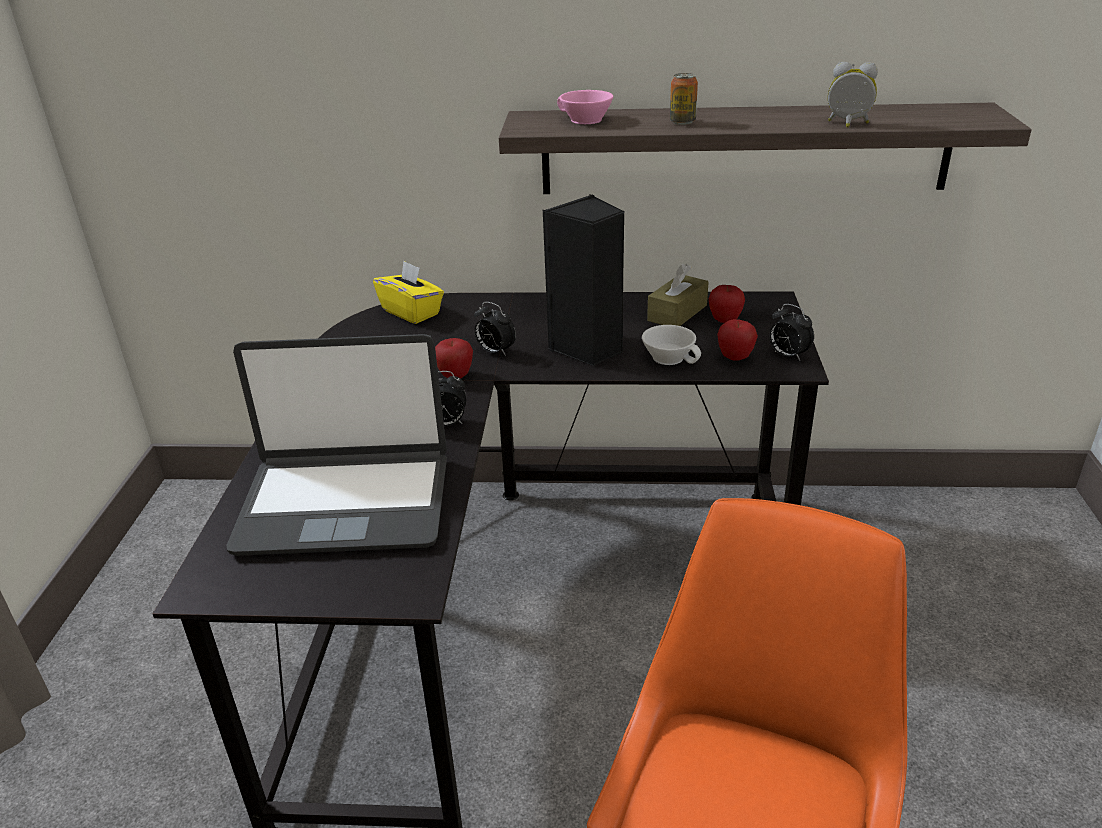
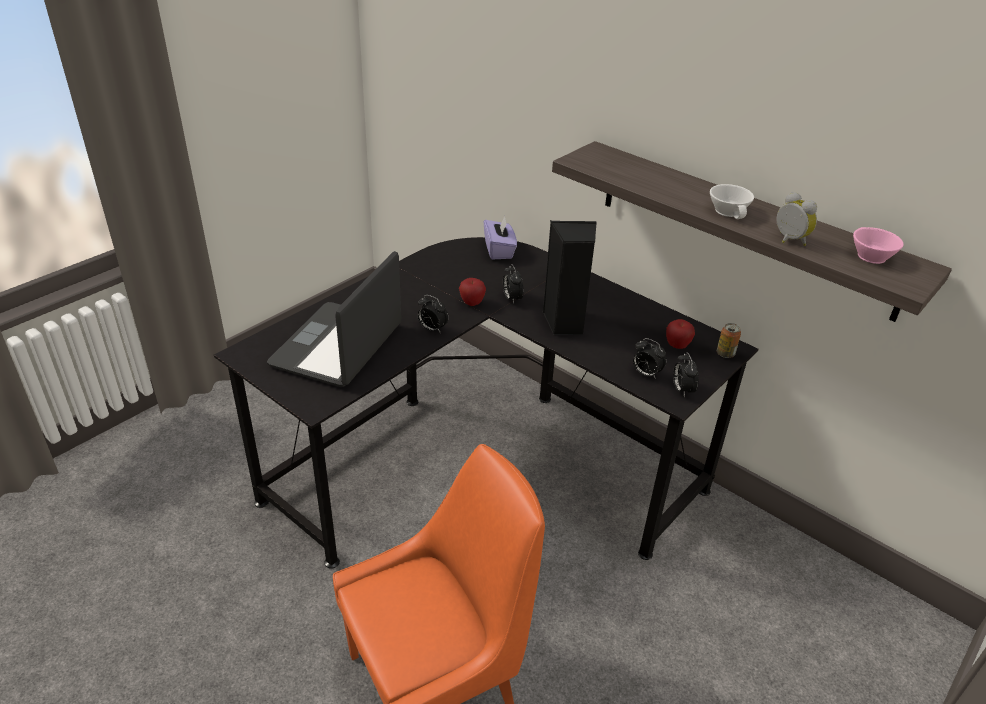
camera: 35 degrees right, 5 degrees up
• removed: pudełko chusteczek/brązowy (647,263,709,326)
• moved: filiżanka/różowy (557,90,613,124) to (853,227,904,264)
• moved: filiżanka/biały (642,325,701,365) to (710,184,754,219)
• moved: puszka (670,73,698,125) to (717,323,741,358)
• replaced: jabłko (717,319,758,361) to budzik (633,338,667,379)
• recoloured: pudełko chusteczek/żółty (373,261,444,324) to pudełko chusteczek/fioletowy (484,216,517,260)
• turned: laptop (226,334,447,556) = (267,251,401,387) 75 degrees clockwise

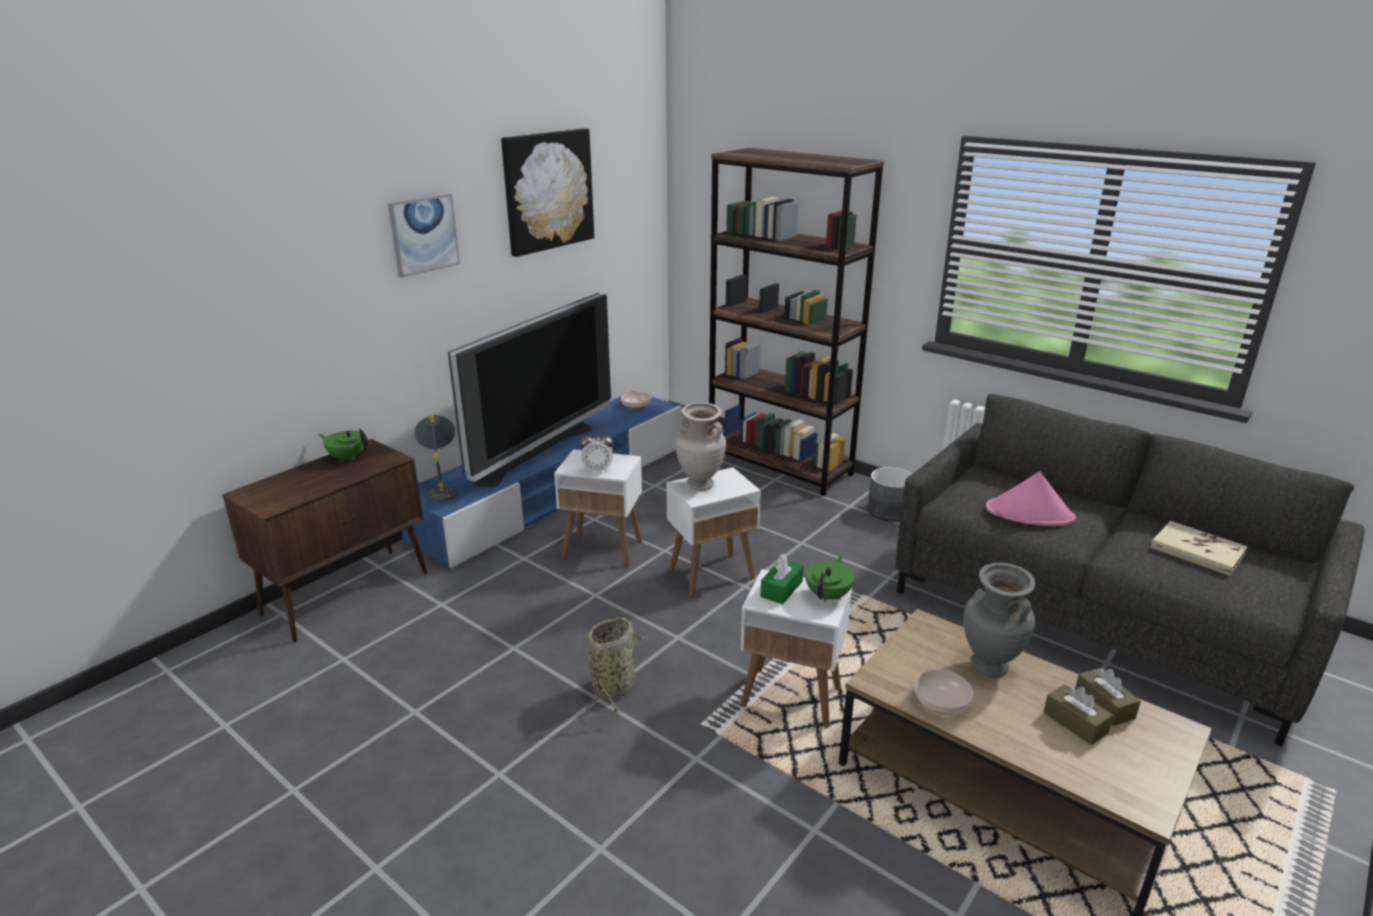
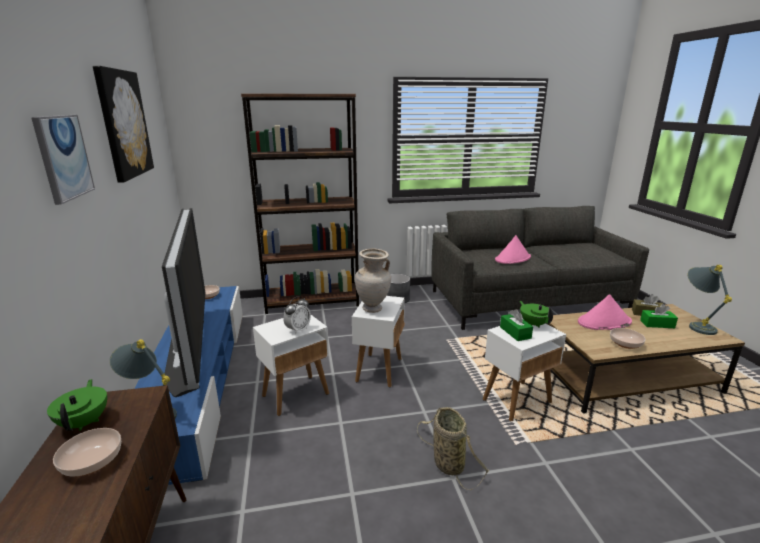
camera: 50 degrees left, 5 degrees down
• removed: książka/beżowy (1151,521,1248,576)
• added: miska (53,428,121,476)
• added: lampa stołowa/szary (688,265,732,335)
• replaced: wazon/szary (963,563,1035,678) to kapelusz/różowy (578,294,632,330)
• recoloured: pudełko chusteczek/brązowy (1044,684,1114,745) to pudełko chusteczek/zielony (640,304,678,328)
• turned: imbryk/zielony (319,429,368,462) = (47,379,107,431) 105 degrees clockwise

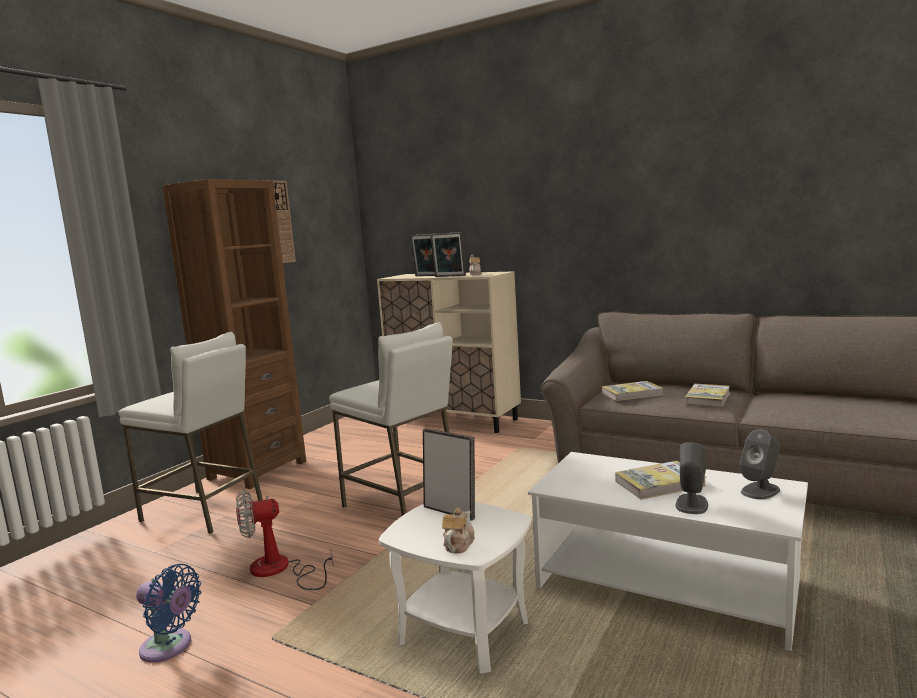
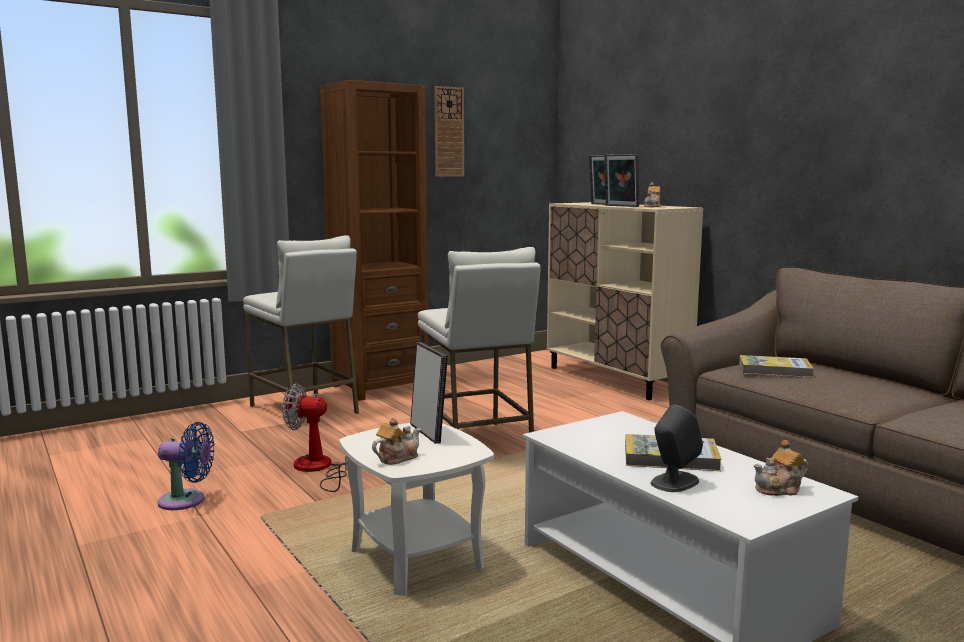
camera: 25 degrees right, 0 degrees up
• removed: książka (685,384,730,407)
• replaced: głośnik/szary (740,429,780,499) to imbryk (754,440,808,496)
• turned: wentylator/niebieski (136,564,201,663) = (158,422,215,510) 45 degrees counterclockwise

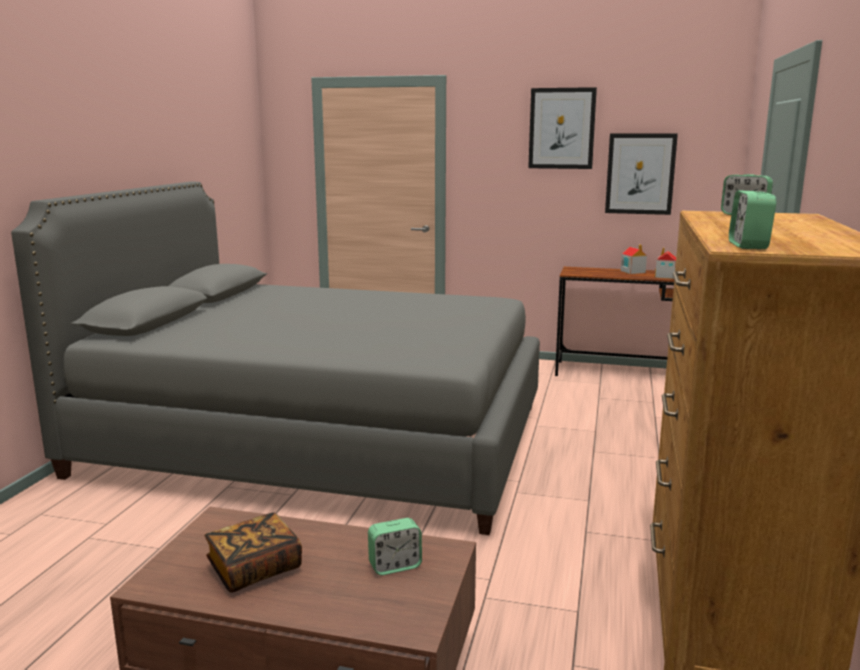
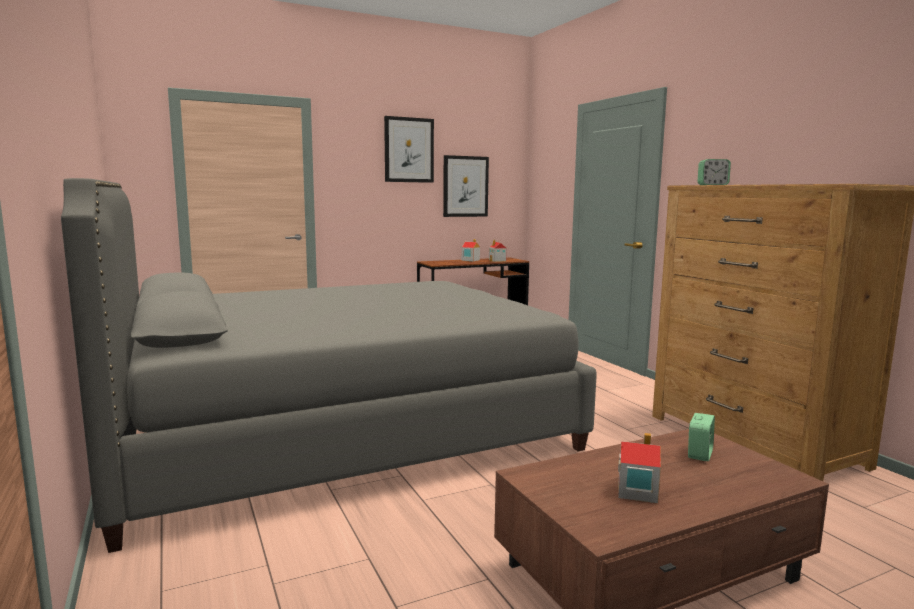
camera: 40 degrees left, 5 degrees down
• removed: budzik (729,190,776,249)
• replaced: książka (204,512,302,593) to domek (618,433,661,503)

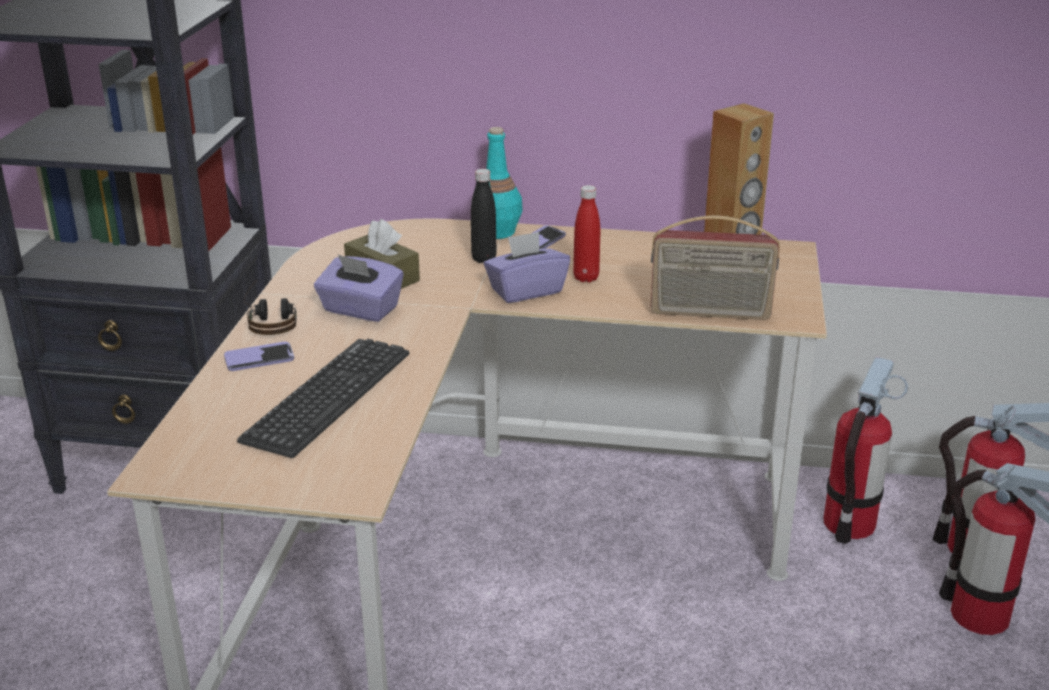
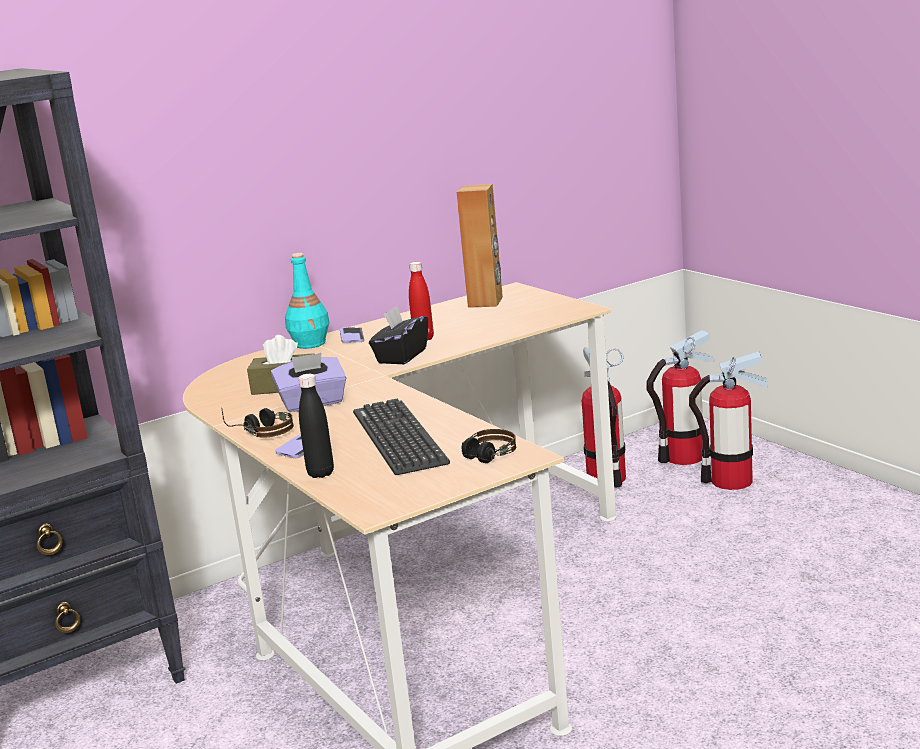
camera: 40 degrees left, 10 degrees down
• removed: radio (651,216,780,320)
• added: słuchawki (461,429,516,463)
• moved: butelka/czarny (471,169,497,263) to (298,374,334,478)
• recoloured: pudełko chusteczek/fioletowy (484,232,570,303) to pudełko chusteczek/czarny (369,306,428,364)

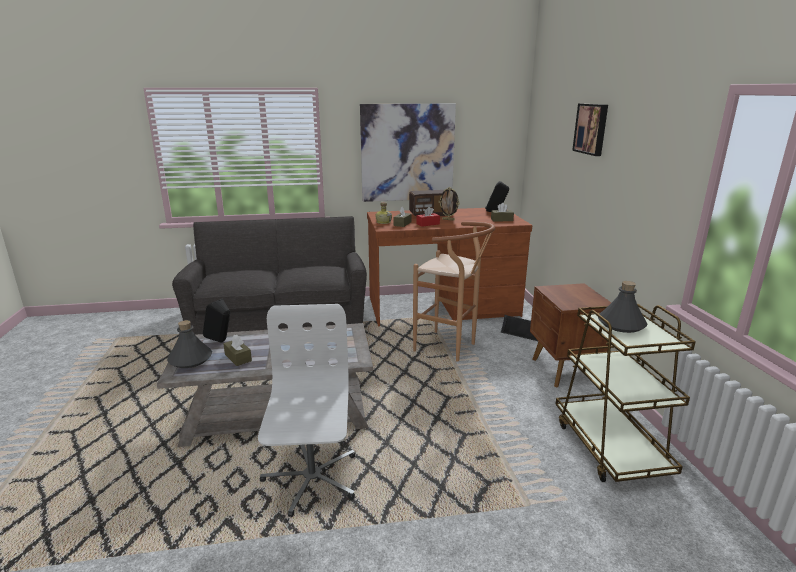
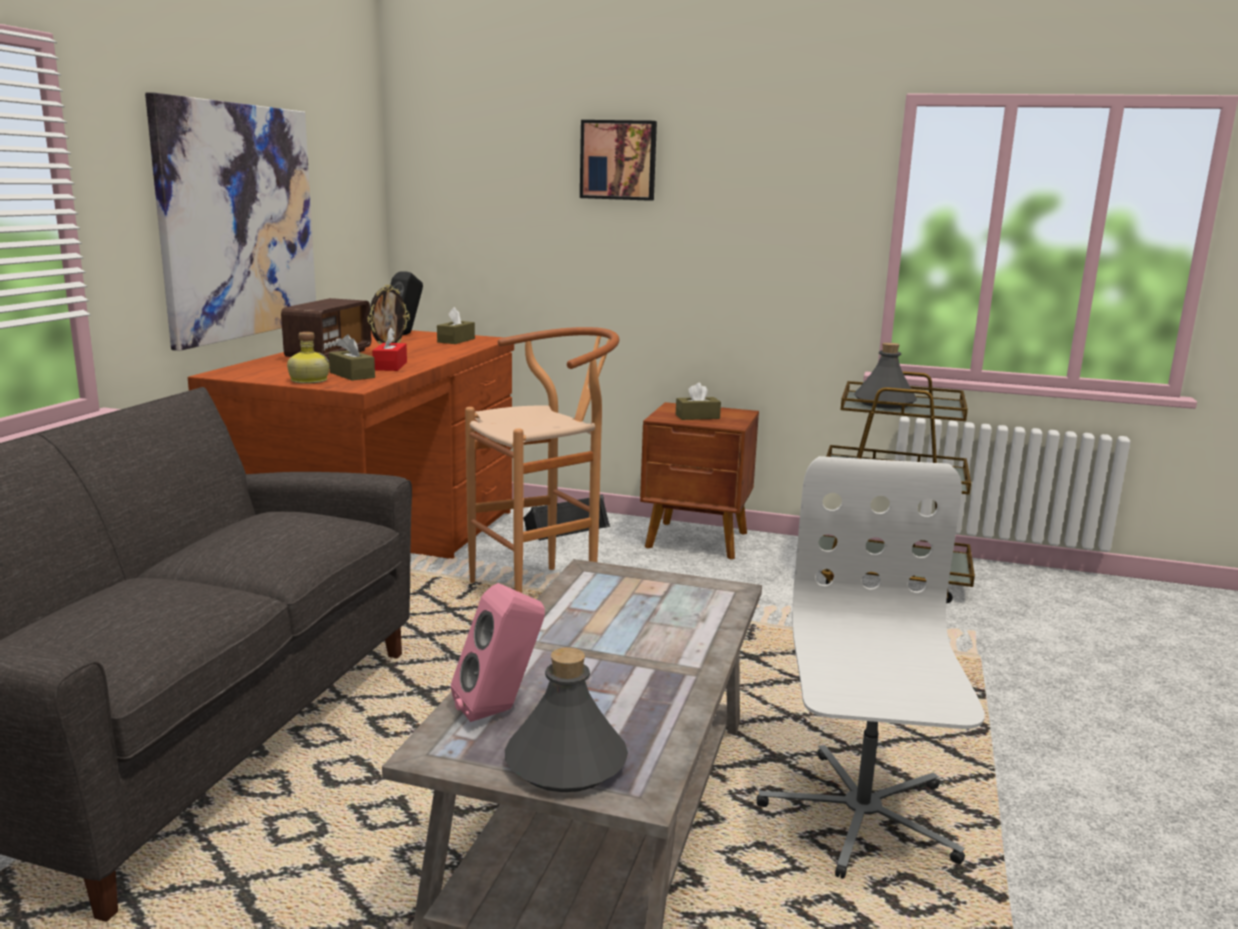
camera: 65 degrees left, 5 degrees down
• moved: pudełko chusteczek/brązowy (223,335,252,366) to (676,383,721,420)
• recoloured: głośnik/czarny (203,299,230,342) to głośnik/różowy (451,583,545,722)
• turned: krzesło biurowe/biały (258,304,355,517) = (757,456,985,878) 75 degrees clockwise

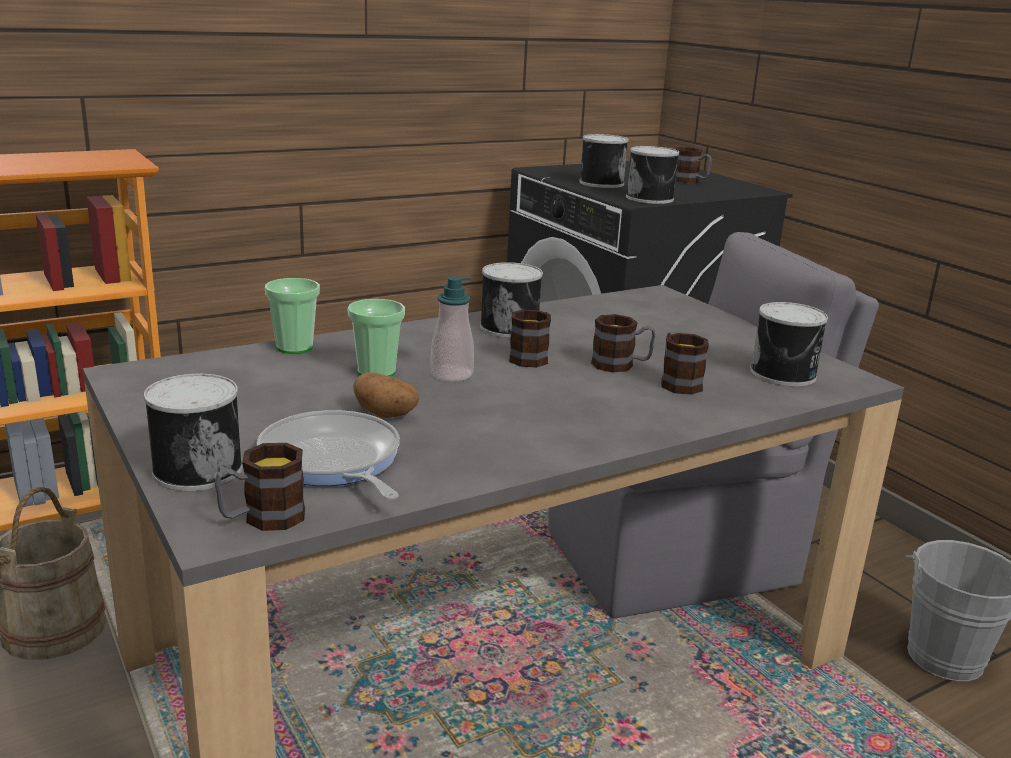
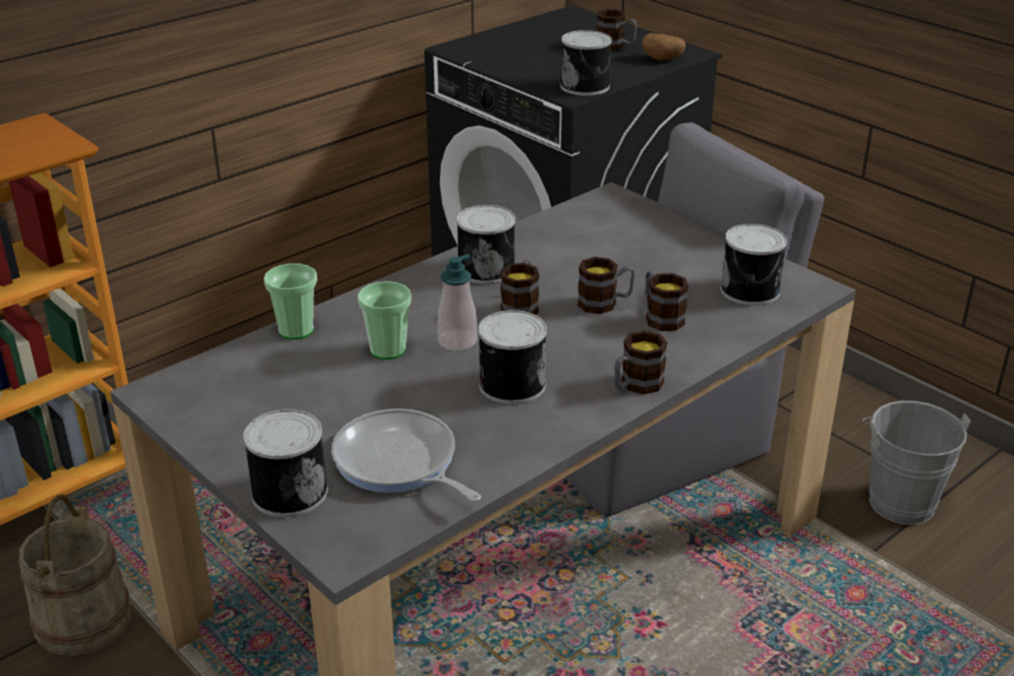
camera: 10 degrees left, 10 degrees up
• moved: kubek (214,443,305,531) to (615,330,668,394)
• moved: ziemniak (353,372,419,418) to (642,33,686,61)
• moved: puszka (579,134,628,188) to (478,310,547,404)

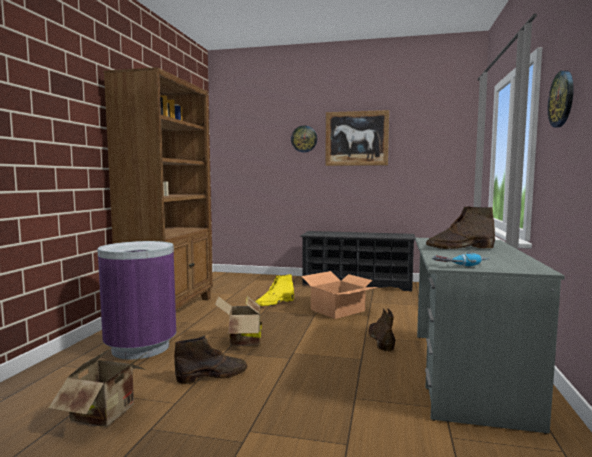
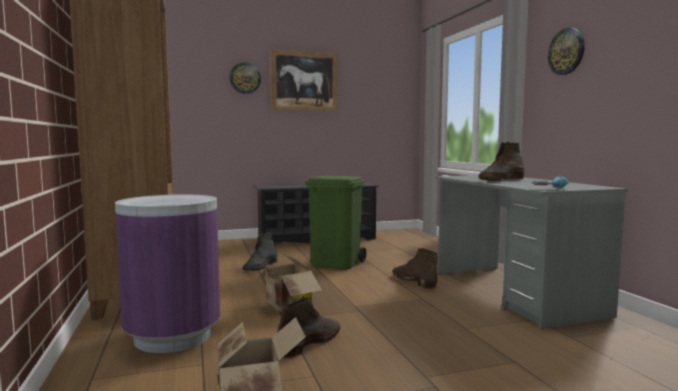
camera: 30 degrees left, 0 degrees up
• replaced: karton (301,271,377,319) to kosz na śmieci/zielony (306,176,366,269)
• recoloured: but z cholewką/żółty (256,274,294,306) to but z cholewką/czarny (243,232,277,271)

